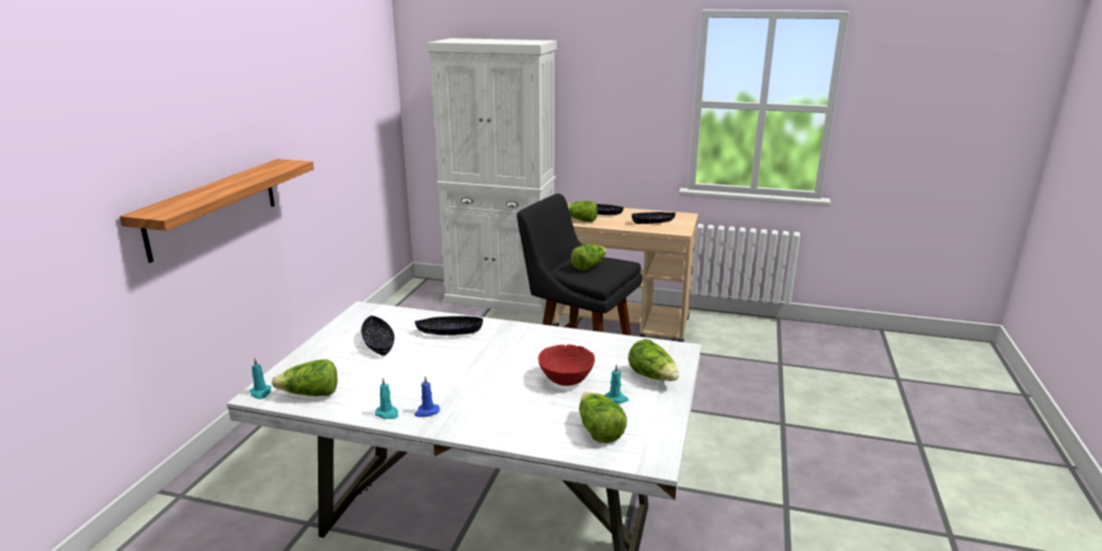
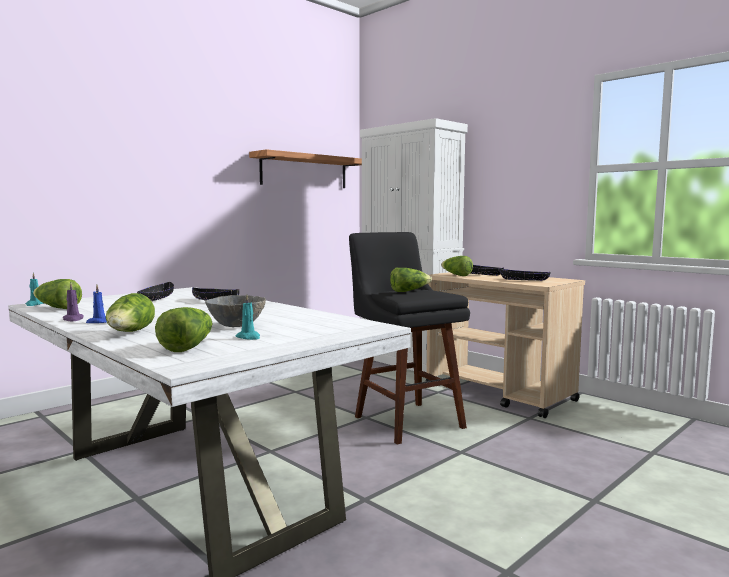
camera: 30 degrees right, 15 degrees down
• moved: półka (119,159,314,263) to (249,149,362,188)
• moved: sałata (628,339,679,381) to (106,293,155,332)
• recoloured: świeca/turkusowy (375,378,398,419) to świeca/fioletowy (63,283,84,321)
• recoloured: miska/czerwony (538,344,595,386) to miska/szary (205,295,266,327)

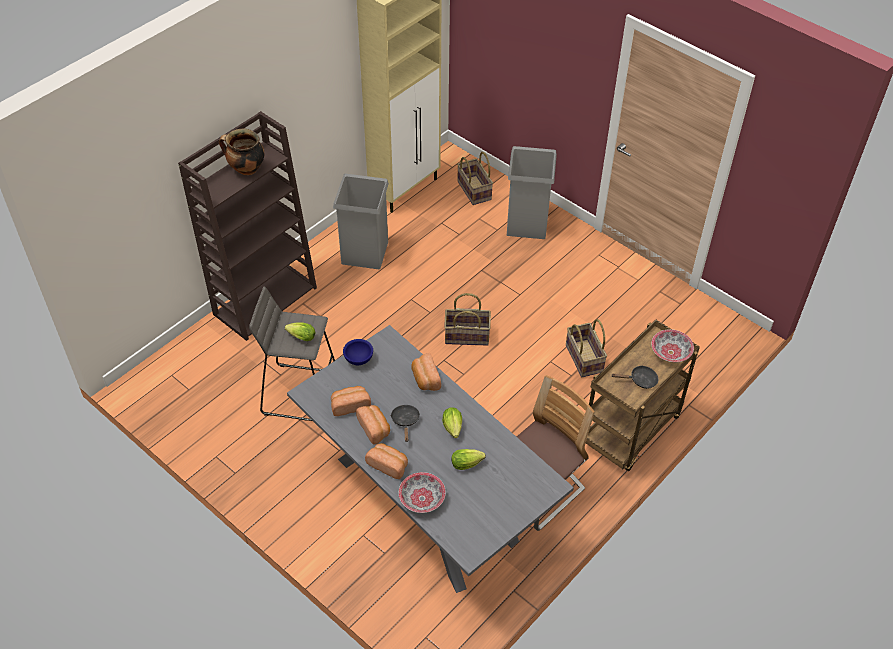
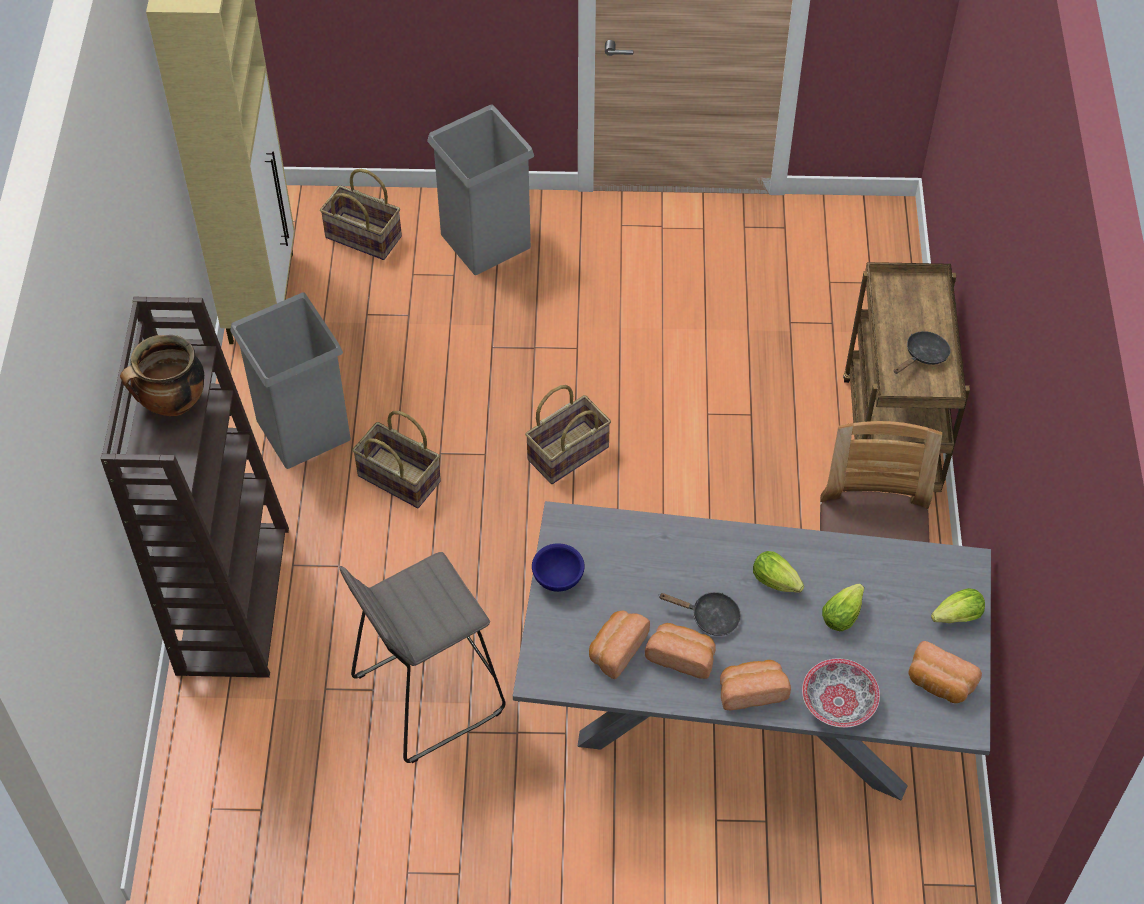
camera: 40 degrees left, 5 degrees up
• removed: miska (651,329,694,362)
• moved: sałata (285,322,315,341) to (931,588,985,623)
• moved: chleb (412,353,441,391) to (909,641,982,703)
• moved: koszyk (566,319,607,377) to (352,411,441,508)
• turned: patelnia/czarny (390,405,420,442) = (658,592,741,636) 150 degrees clockwise

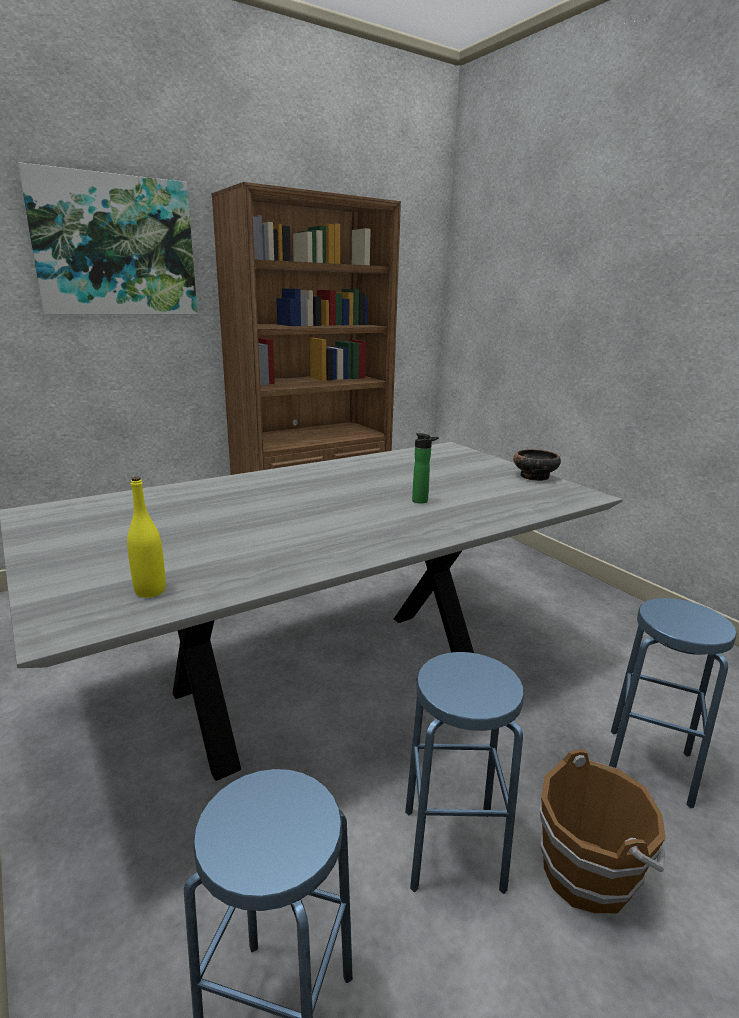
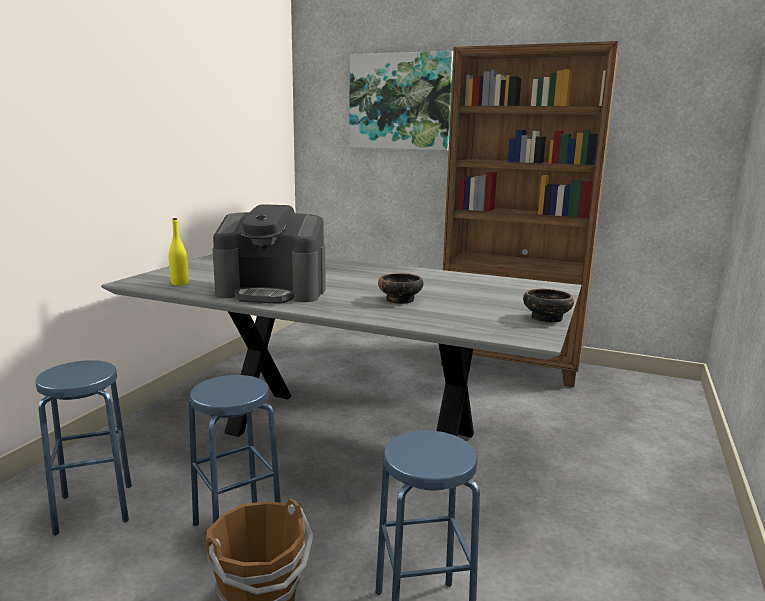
camera: 55 degrees right, 5 degrees down
• added: ekspres do kawy (212,204,326,304)
• replaced: butelka (412,433,439,504) to miska (378,273,423,304)

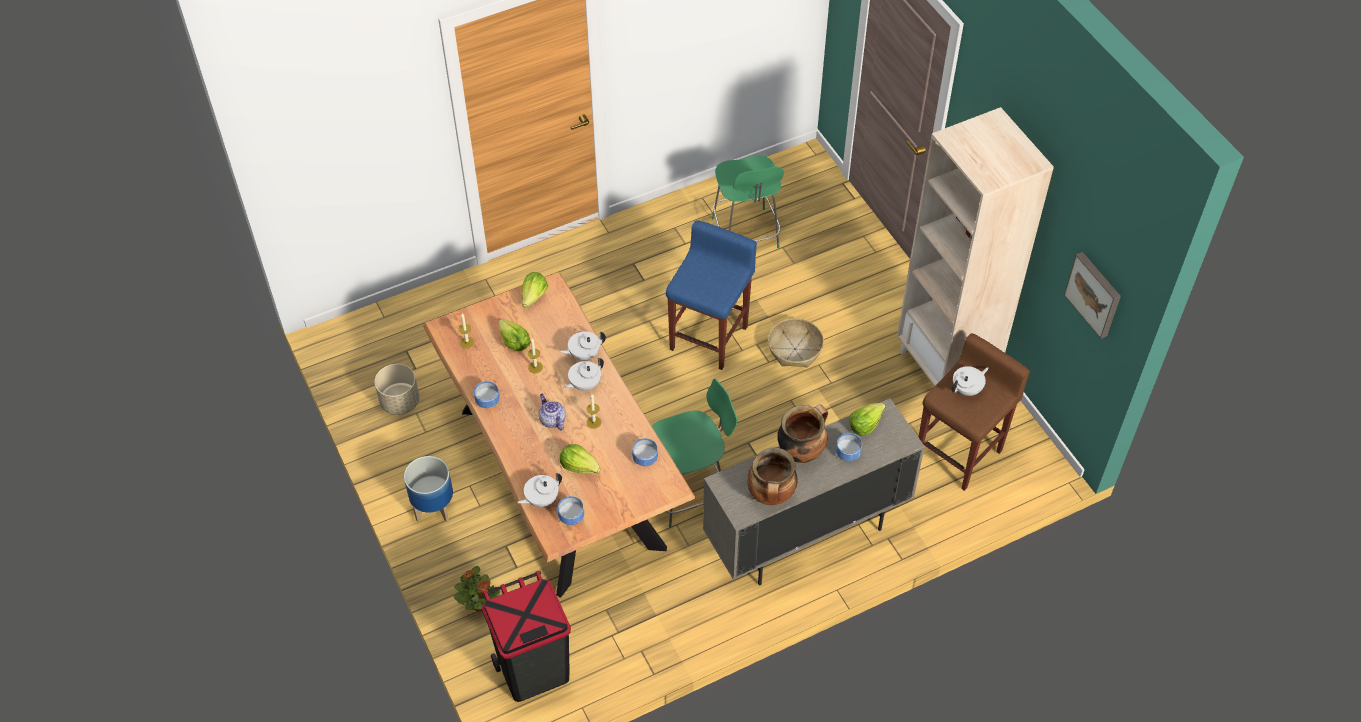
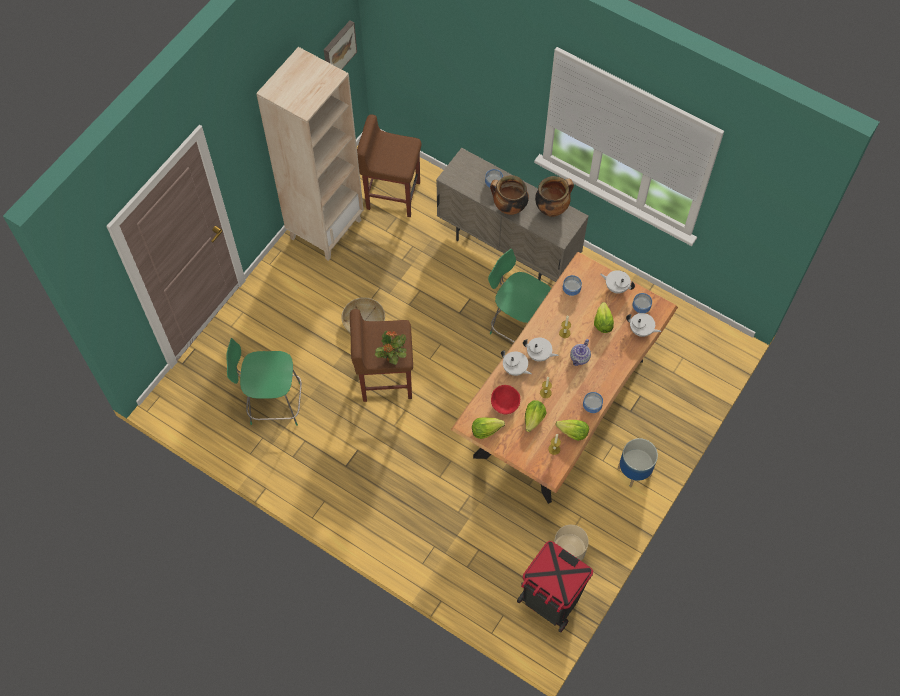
camera: 120 degrees left, 10 degrees up
• added: miska/czerwony (491,385,520,414)
• moved: roślina doniczkowa (453,566,500,611) to (375,331,407,365)
• moved: kosz na śmieci/czarny (482,571,571,702) to (517,541,593,633)
• moved: sałata (849,403,886,436) to (555,420,589,441)
• moved: imbryk/biały (951,366,989,396) to (600,270,635,293)
• recoloured: stołek/niebieski (666,220,757,370) to stołek/brązowy (350,309,413,402)
• turned: krzesło/zielony (712,155,784,249) = (226,338,302,426) 135 degrees counterclockwise

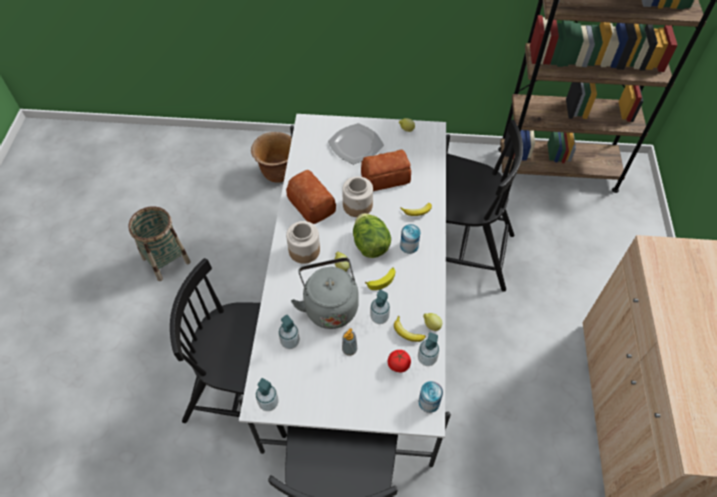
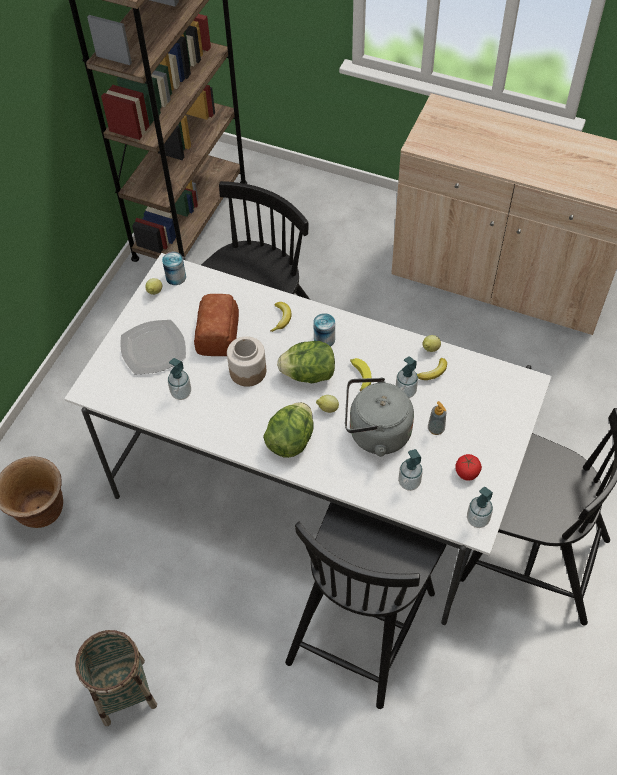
camera: 70 degrees left, 0 degrees up
• removed: chleb (286,170,336,224)
• moved: pomidor (388,350,411,372) to (455,454,482,480)
• moved: dozownik mydła (418,332,439,366) to (168,358,191,400)
• moved: puszka (419,381,443,413) to (162,252,186,285)
• replaced: słoik (286,221,320,264) to sałata (263,402,314,458)

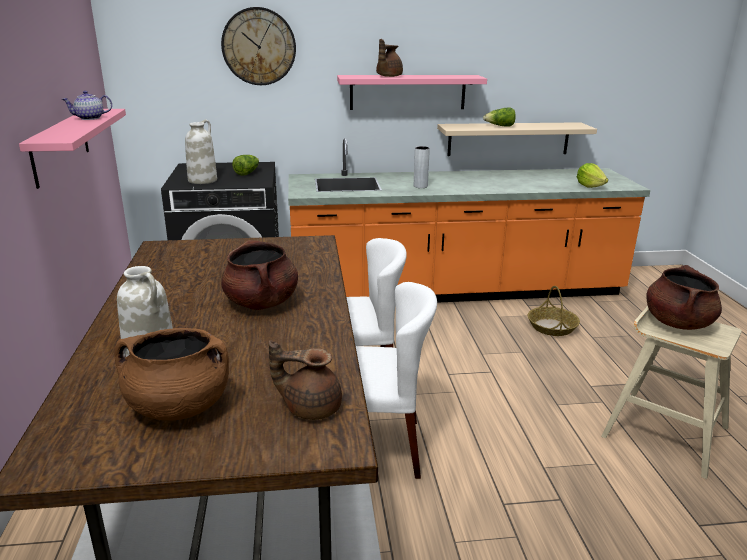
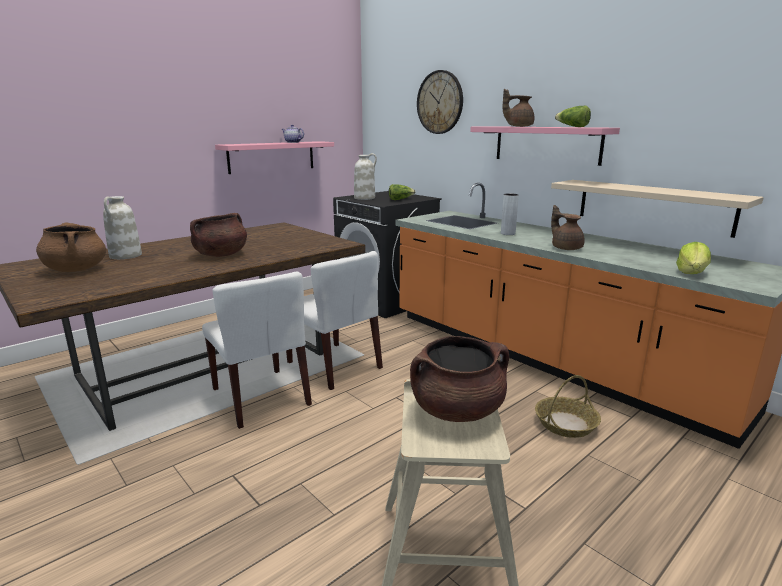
camera: 55 degrees right, 5 degrees down
• moved: imbryk/brązowy (268,340,342,420) to (551,205,584,250)
• moved: sałata (483,108,516,126) to (555,106,591,127)

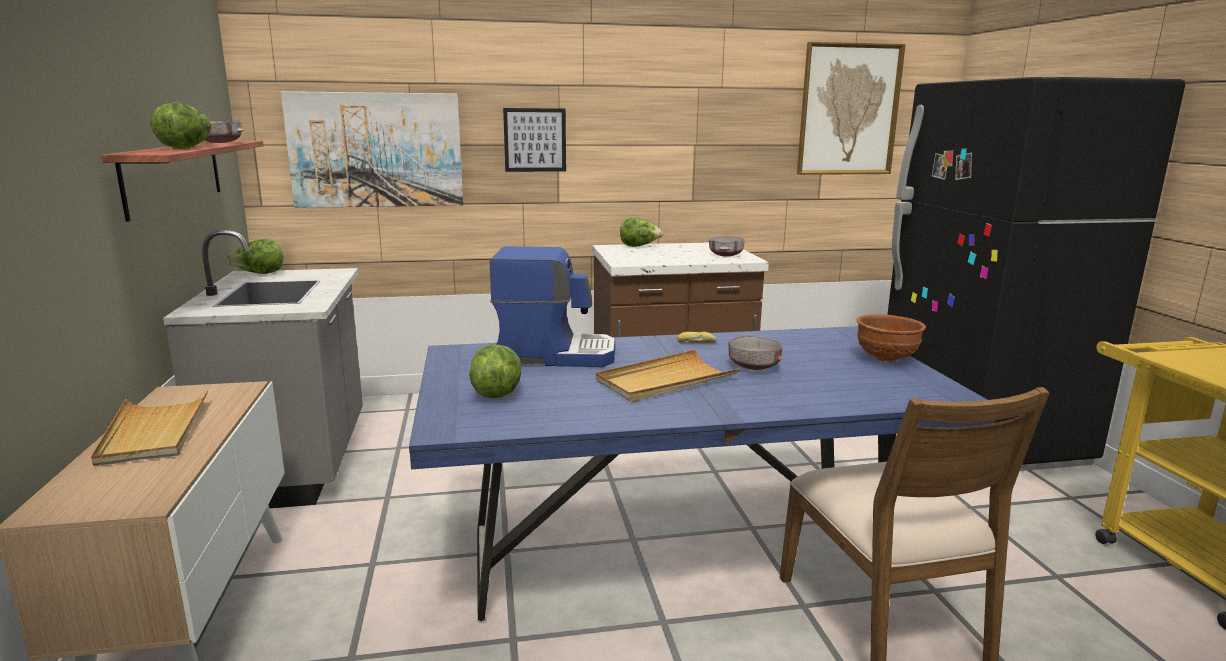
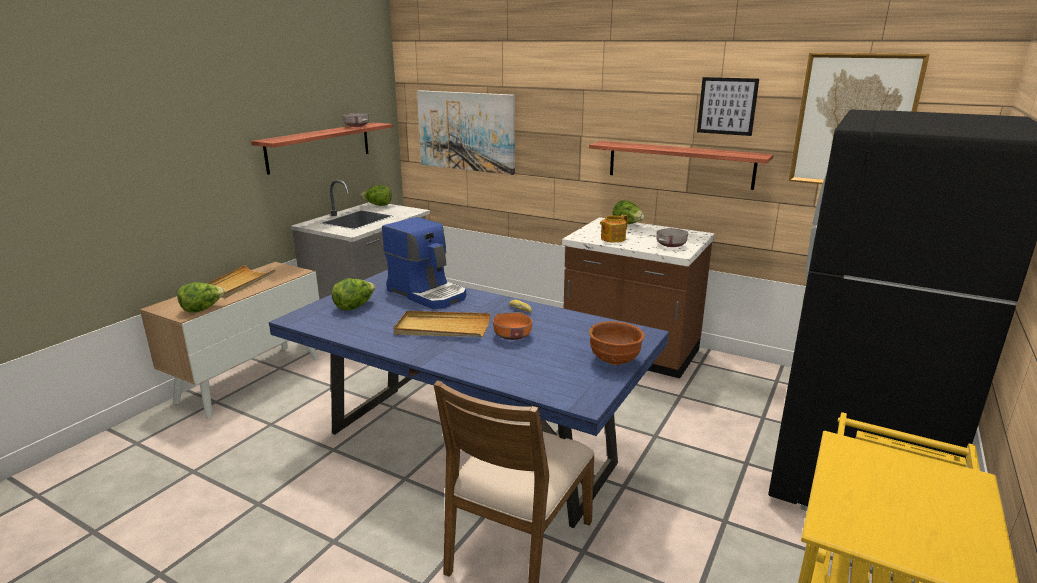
camera: 40 degrees right, 5 degrees up
• added: półka (589,141,774,190)
• added: imbryk (600,215,628,243)
• moved: sałata (151,102,212,149) to (177,282,226,313)
• moved: obraz (503,108,566,172) to (697,77,759,136)
• recoloured: miska/szary (728,335,783,370) to miska/pomarańczowy (493,312,533,340)

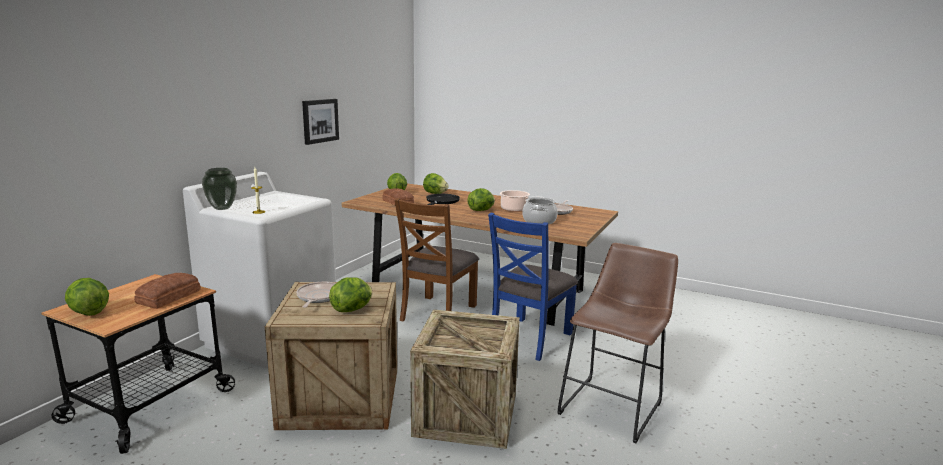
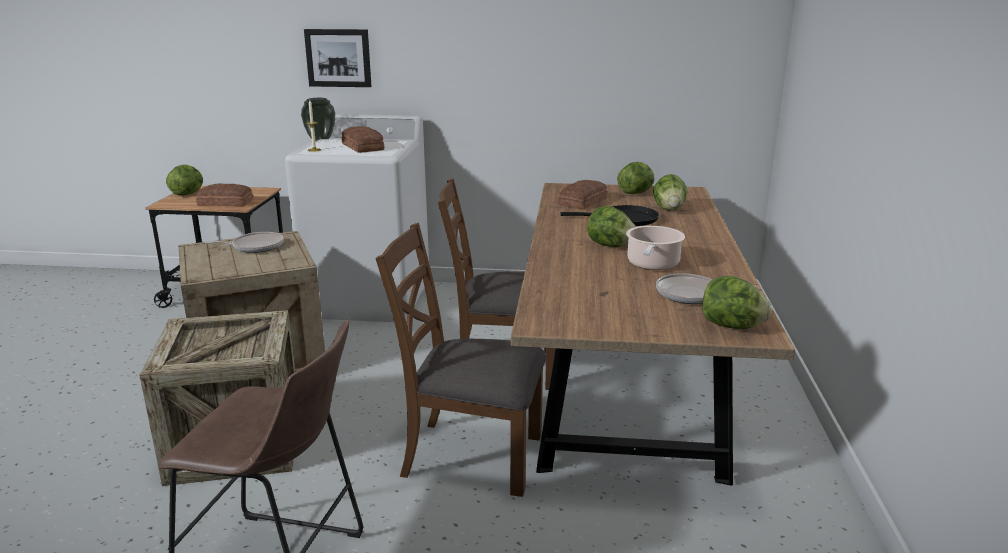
camera: 70 degrees right, 5 degrees up
• removed: garnek (522,197,558,224)
• added: chleb (342,126,385,153)
• moved: obraz (302,99,339,145) to (304,29,372,87)
• moved: sałata (329,277,372,312) to (702,276,772,329)
• recoloured: krzesło/niebieski (488,213,578,361) to krzesło/brązowy (376,223,546,497)

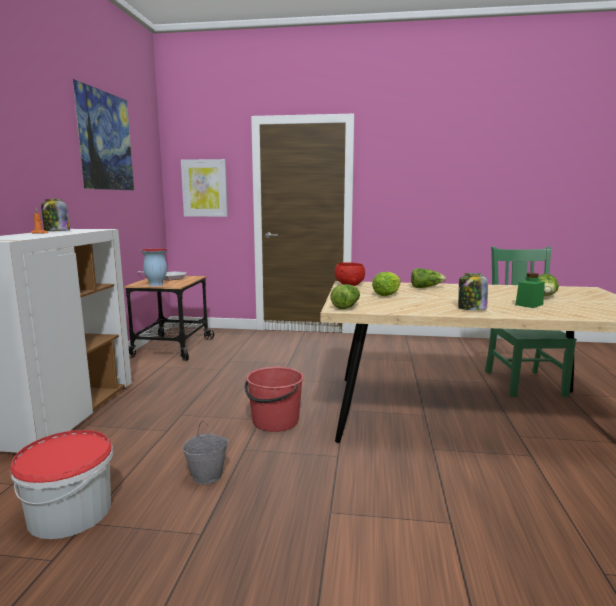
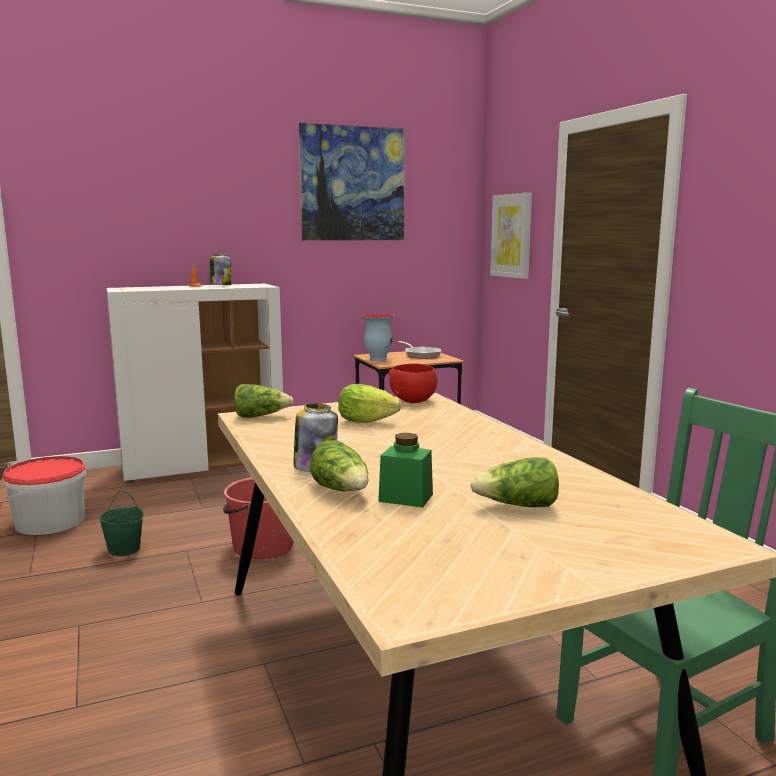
camera: 60 degrees right, 0 degrees up
• moved: sałata (411,268,446,288) to (310,440,369,491)
• recoloured: wiadro/szary (182,421,228,484) to wiadro/zielony (98,491,144,556)

